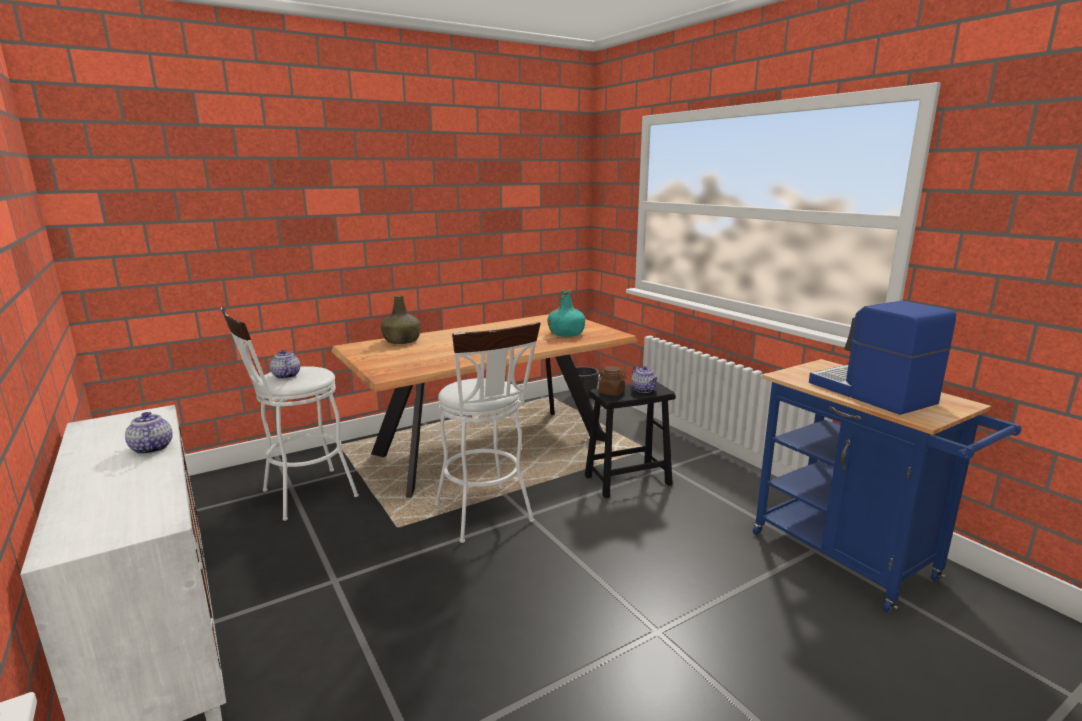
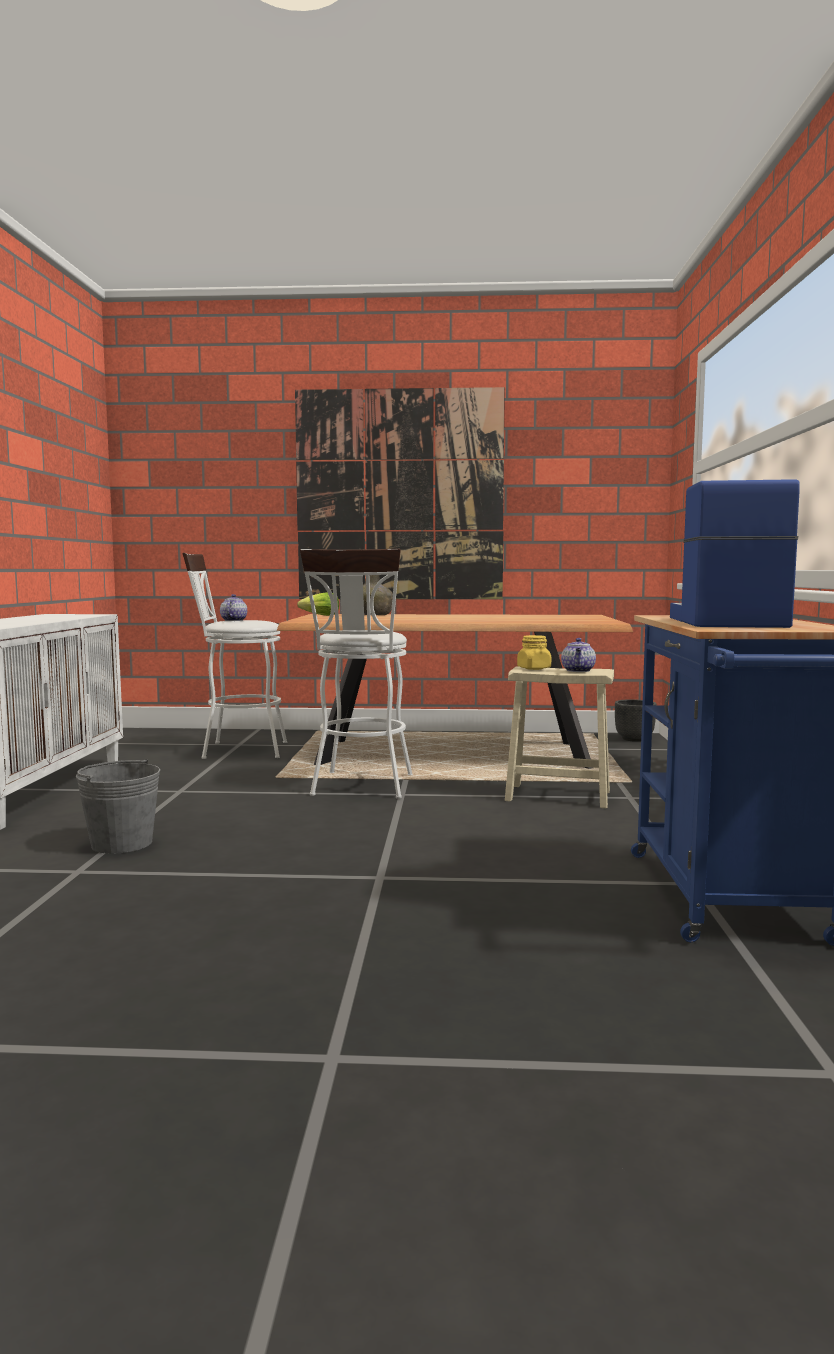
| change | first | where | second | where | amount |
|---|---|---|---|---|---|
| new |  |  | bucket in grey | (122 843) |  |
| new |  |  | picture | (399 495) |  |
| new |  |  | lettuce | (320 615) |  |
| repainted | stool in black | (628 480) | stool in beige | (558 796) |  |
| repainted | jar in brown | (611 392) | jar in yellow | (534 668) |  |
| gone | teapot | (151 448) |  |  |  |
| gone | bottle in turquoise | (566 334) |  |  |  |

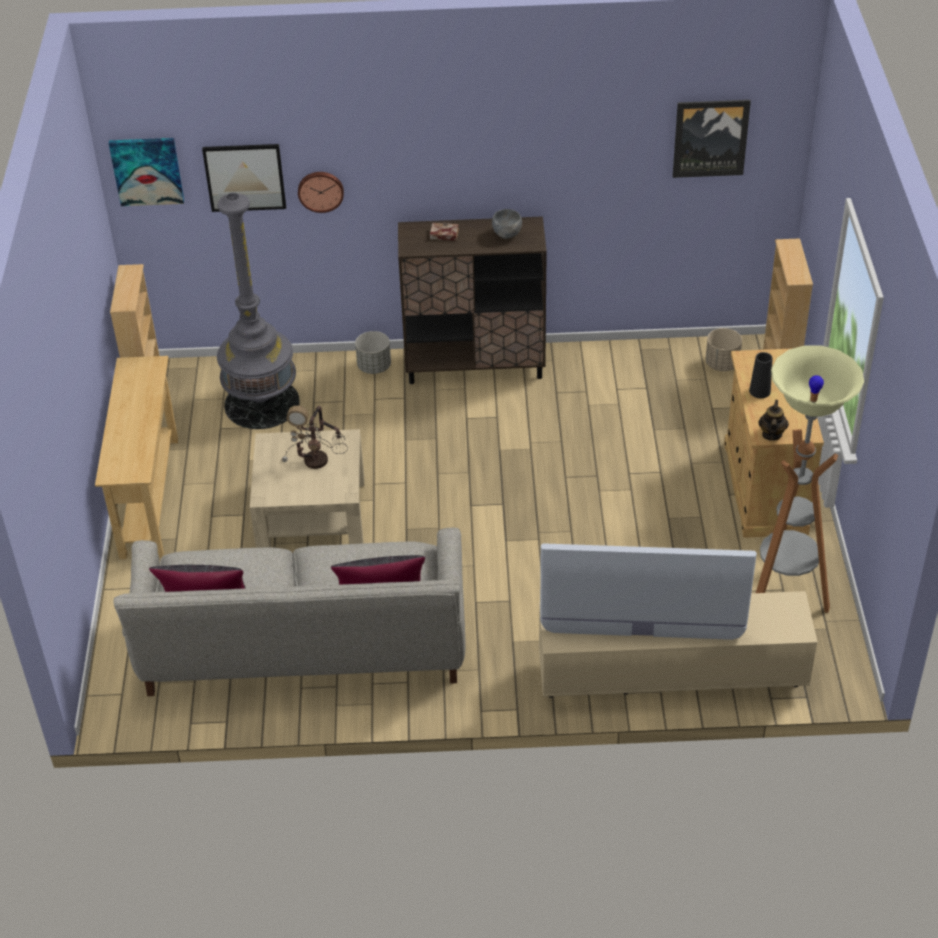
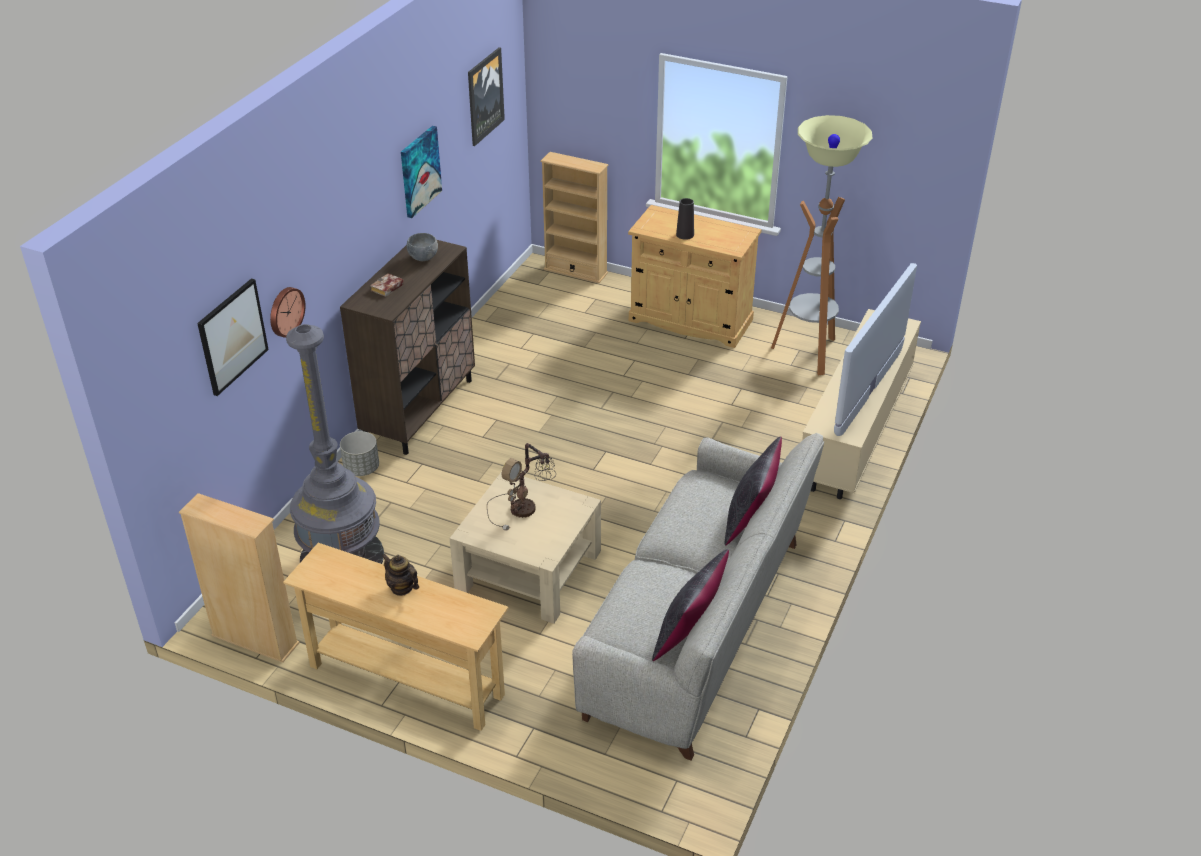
| change | first | where | second | where | amount |
|---|---|---|---|---|---|
| shifted | teapot | (771 434) |  | (402 588) |  |
| shifted | picture | (147 171) |  | (419 171) |  |
| gone | planter in beige | (721 364) |  |  |  |

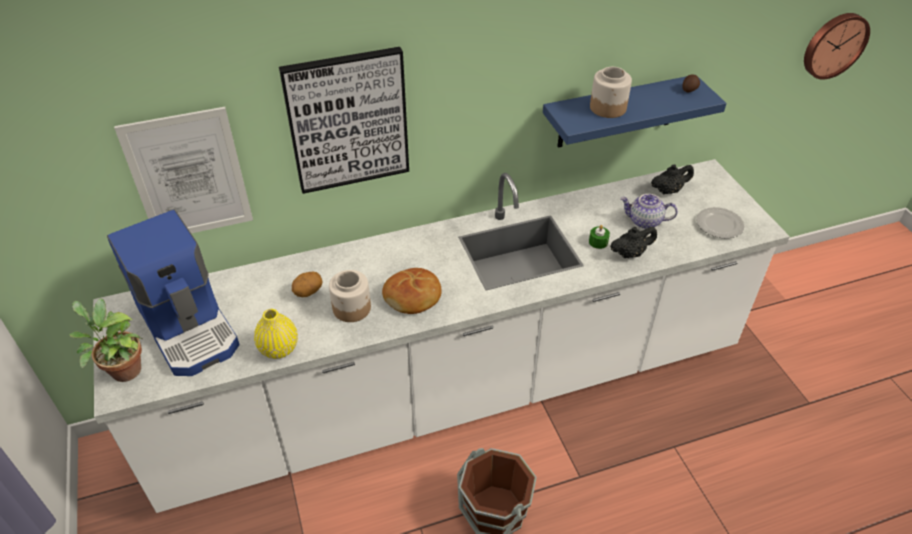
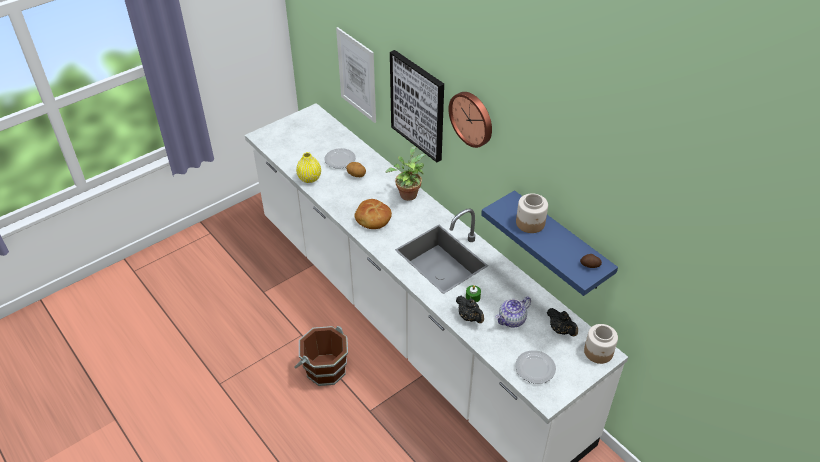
| change | first | where | second | where | amount |
|---|---|---|---|---|---|
| new |  |  | plate | (339 160) |  |
| shifted | potted plant | (122 370) |  | (408 193) |  |
| shifted | wall clock | (833 44) |  | (472 118) |  |
| rotated | teapot | (644 221) |  | (512 320) | 120 degrees counterclockwise |
| shifted | jar | (352 308) |  | (598 352) |  |
| gone | coffee machine | (190 327) |  |  |  |

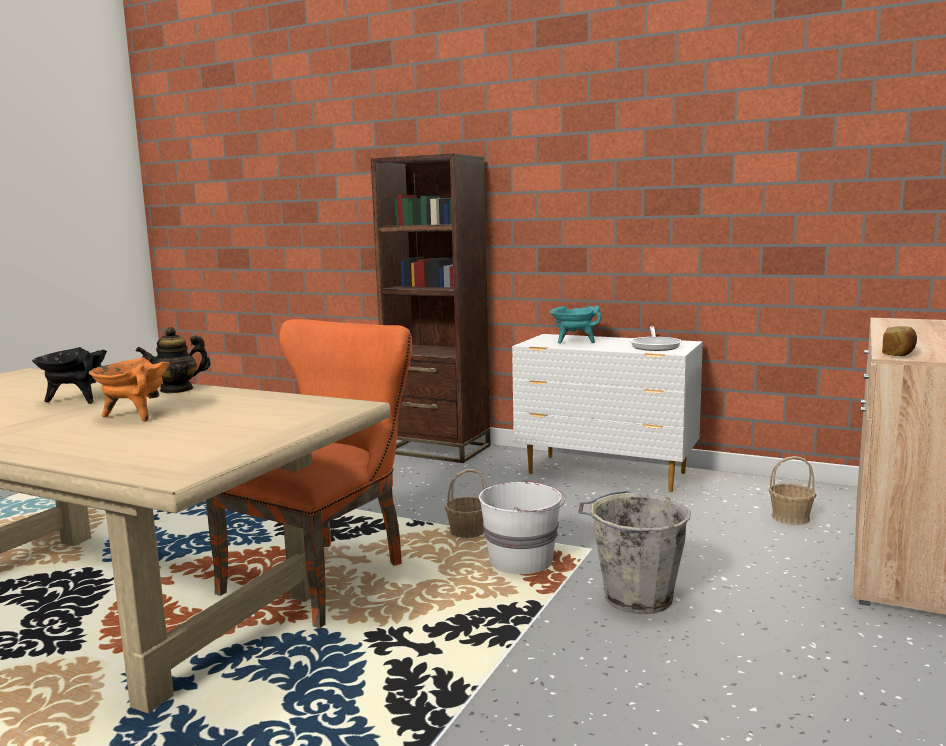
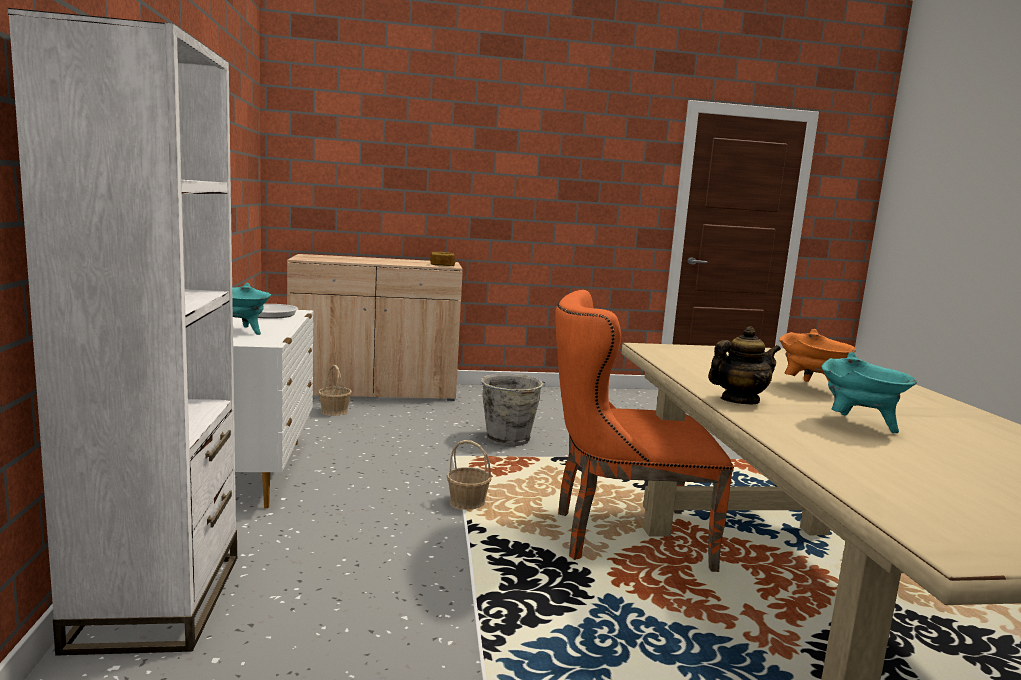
| change | first | where | second | where | amount |
|---|---|---|---|---|---|
| repainted | bookcase in brown | (437 449) | bookcase in white | (158 600) |  |
| rotated | teapot | (177 389) |  | (739 401) | 45 degrees counterclockwise |
| repainted | cooking pot in black | (76 400) | cooking pot in turquoise | (858 425) |  |
| gone | bucket in white | (522 561) |  |  |  |

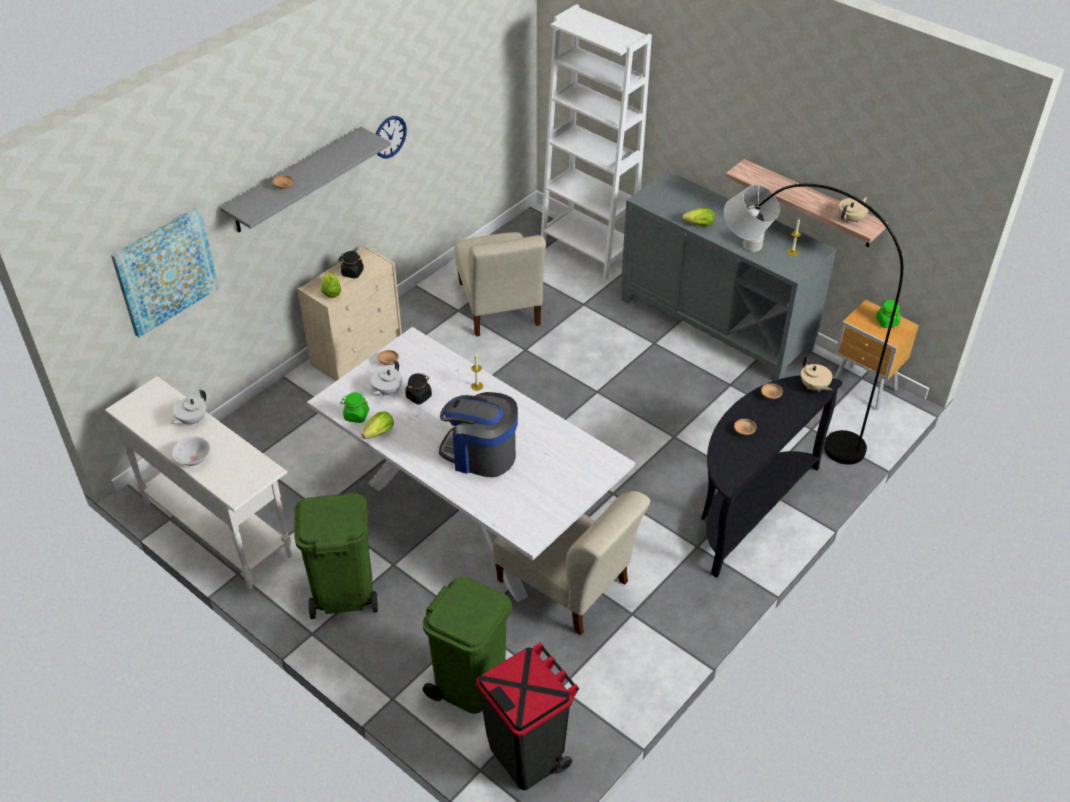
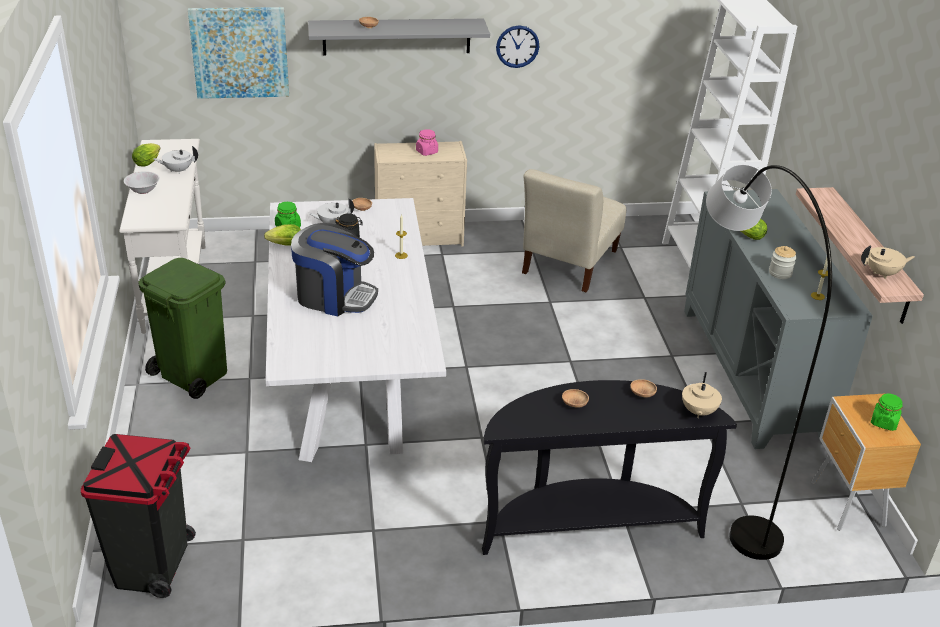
| change | first | where | second | where | amount |
|---|---|---|---|---|---|
| shifted | lettuce | (331 291) |  | (148 162) |  |
| rotated | coffee machine | (480 454) |  | (334 296) | 135 degrees clockwise |
| repainted | jar in black | (352 272) | jar in pink | (426 152) |  |
| gone | trash can in green | (470 682) |  |  |  |
| gone | chair in beige | (566 585) |  |  |  |

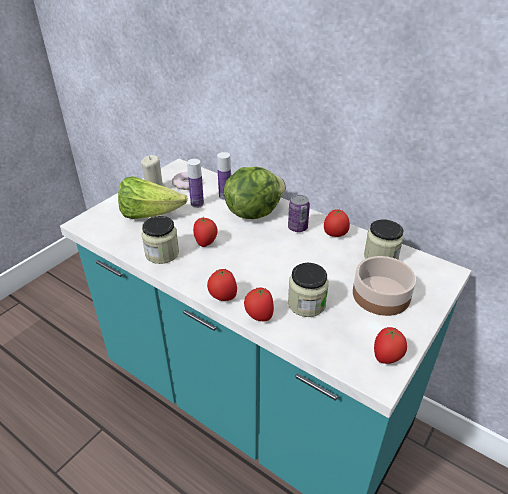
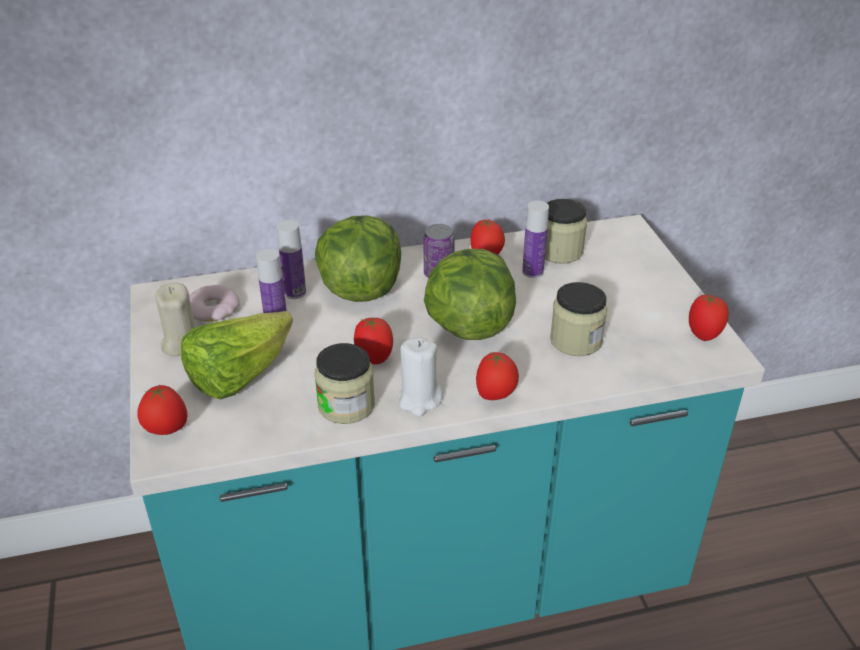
| change | first | where | second | where | amount |
|---|---|---|---|---|---|
| shifted | tomato | (259 316) |  | (166 430) |  |
| new |  |  | candle in white | (419 400) |  |
| new |  |  | lettuce | (468 325) |  |
| new |  |  | bottle | (532 272) |  |
| gone | bowl | (380 294) |  |  |  |

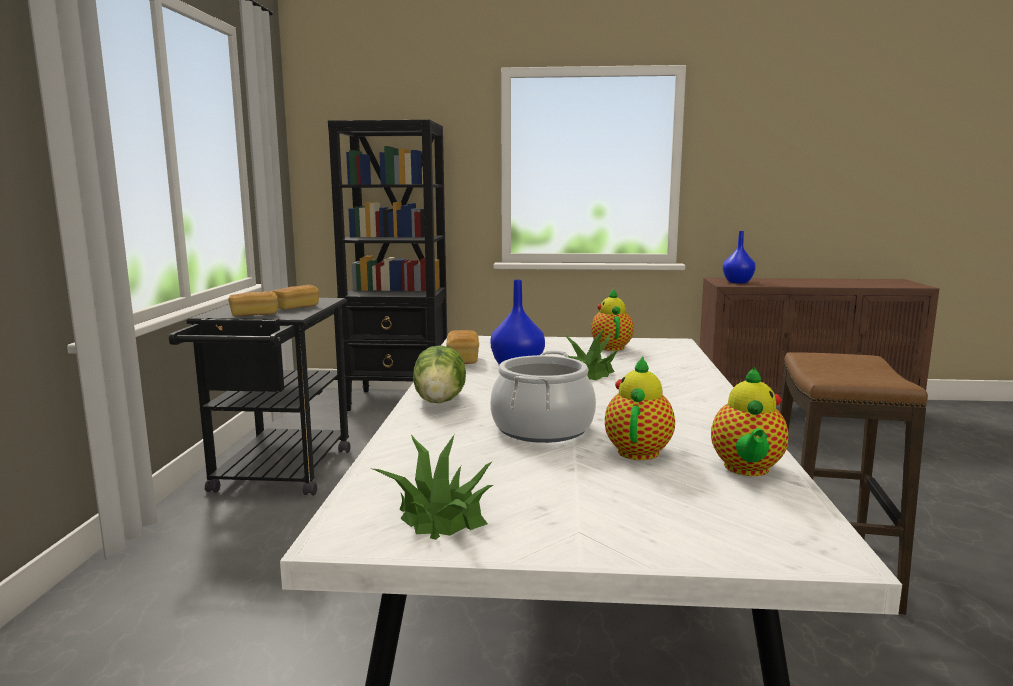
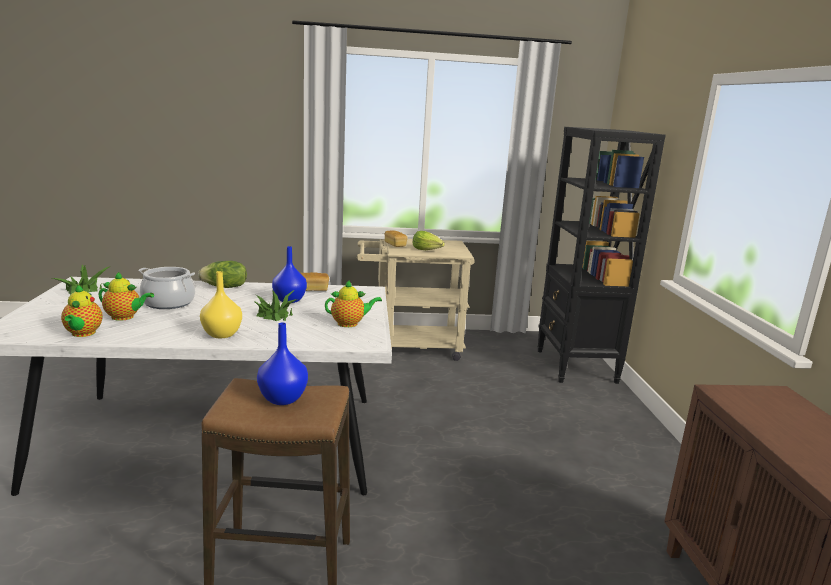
| change | first | where | second | where | amount |
|---|---|---|---|---|---|
| rotated | teapot | (747 469) |  | (83 334) | 105 degrees counterclockwise |
| new |  |  | vase in yellow | (221 334) |  |
| shifted | vase in blue | (737 282) |  | (282 398) |  |
| repainted | cart in black | (278 476) | cart in beige | (410 346) |  |
| swapped | bread | (296 307) | lettuce | (427 250) |  |

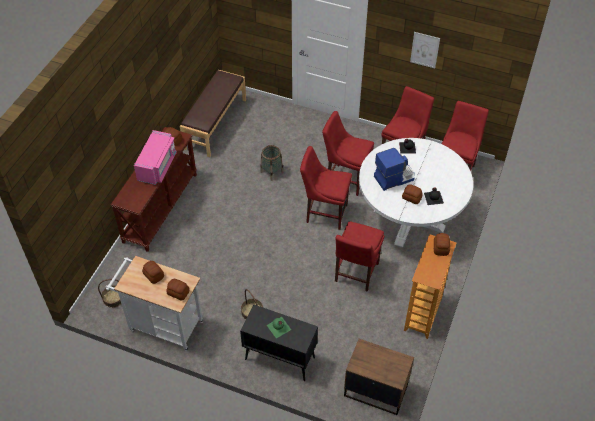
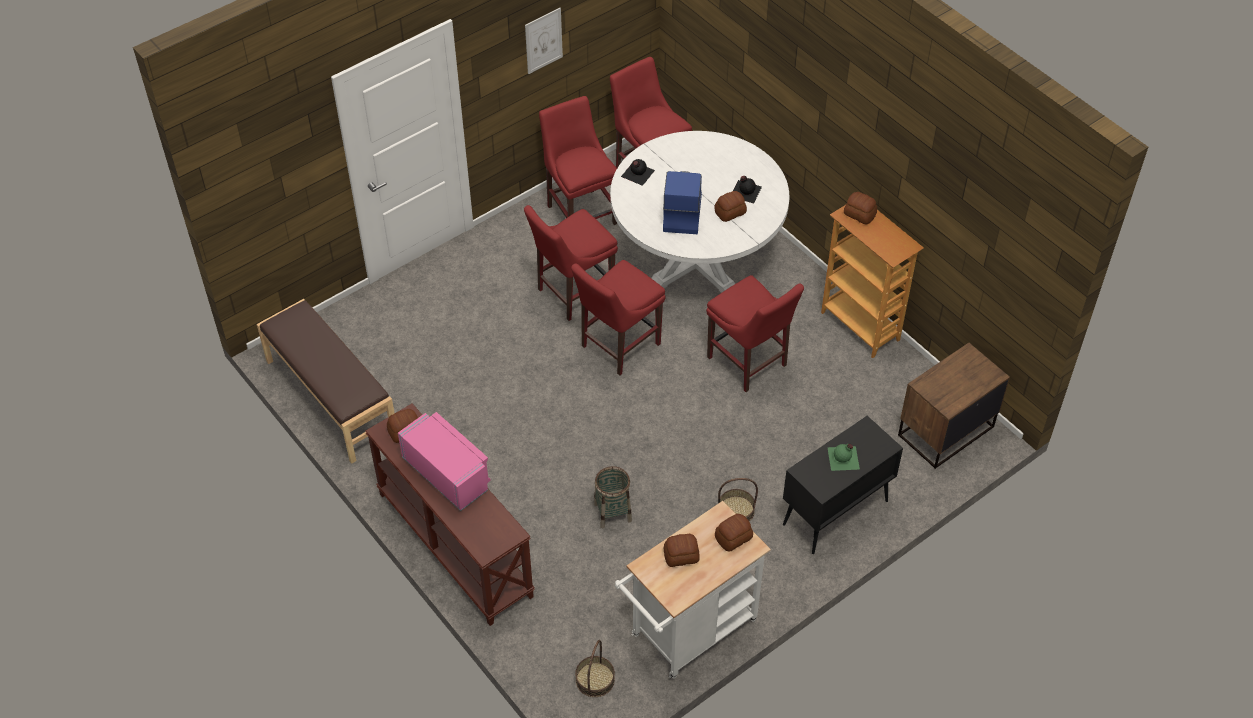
| change | first | where | second | where | amount |
|---|---|---|---|---|---|
| shifted | basket | (271 172) |  | (612 512) |  |

